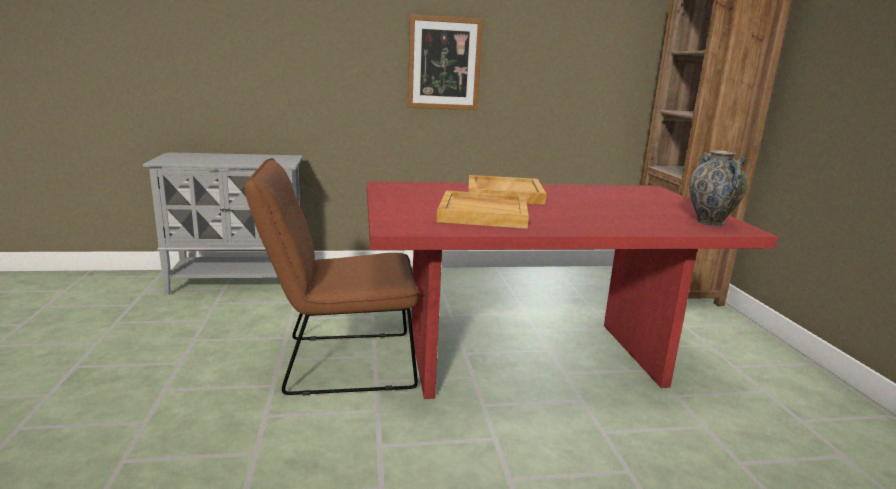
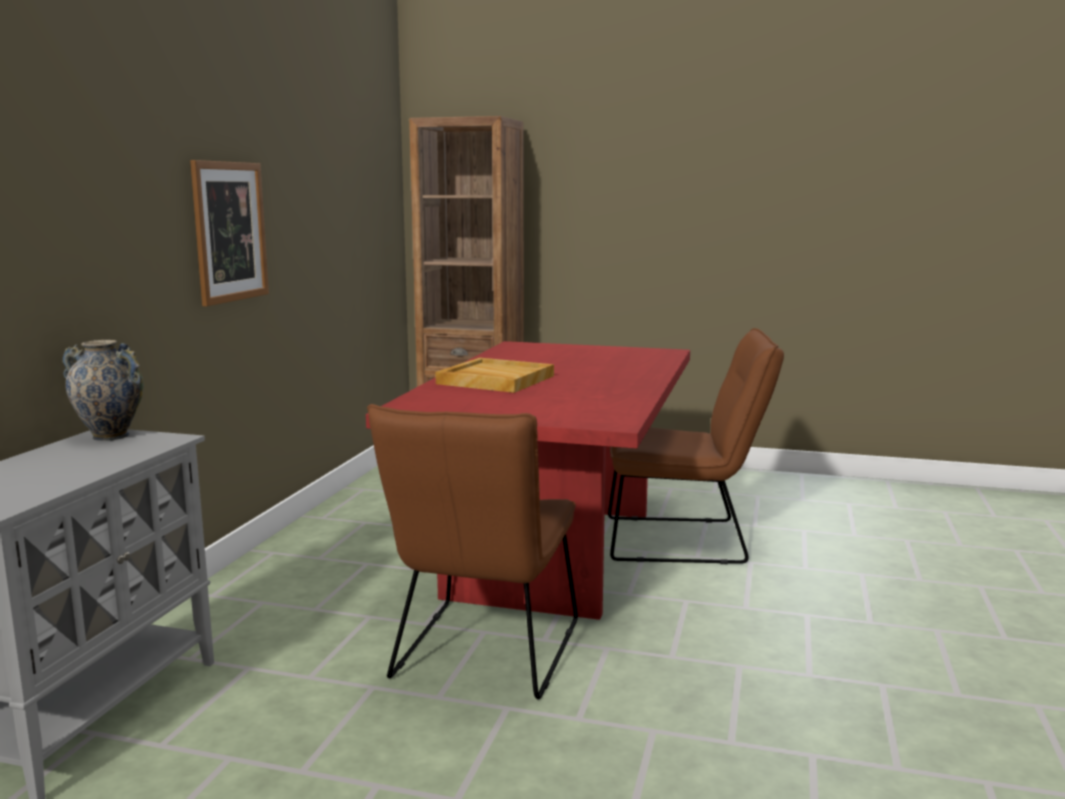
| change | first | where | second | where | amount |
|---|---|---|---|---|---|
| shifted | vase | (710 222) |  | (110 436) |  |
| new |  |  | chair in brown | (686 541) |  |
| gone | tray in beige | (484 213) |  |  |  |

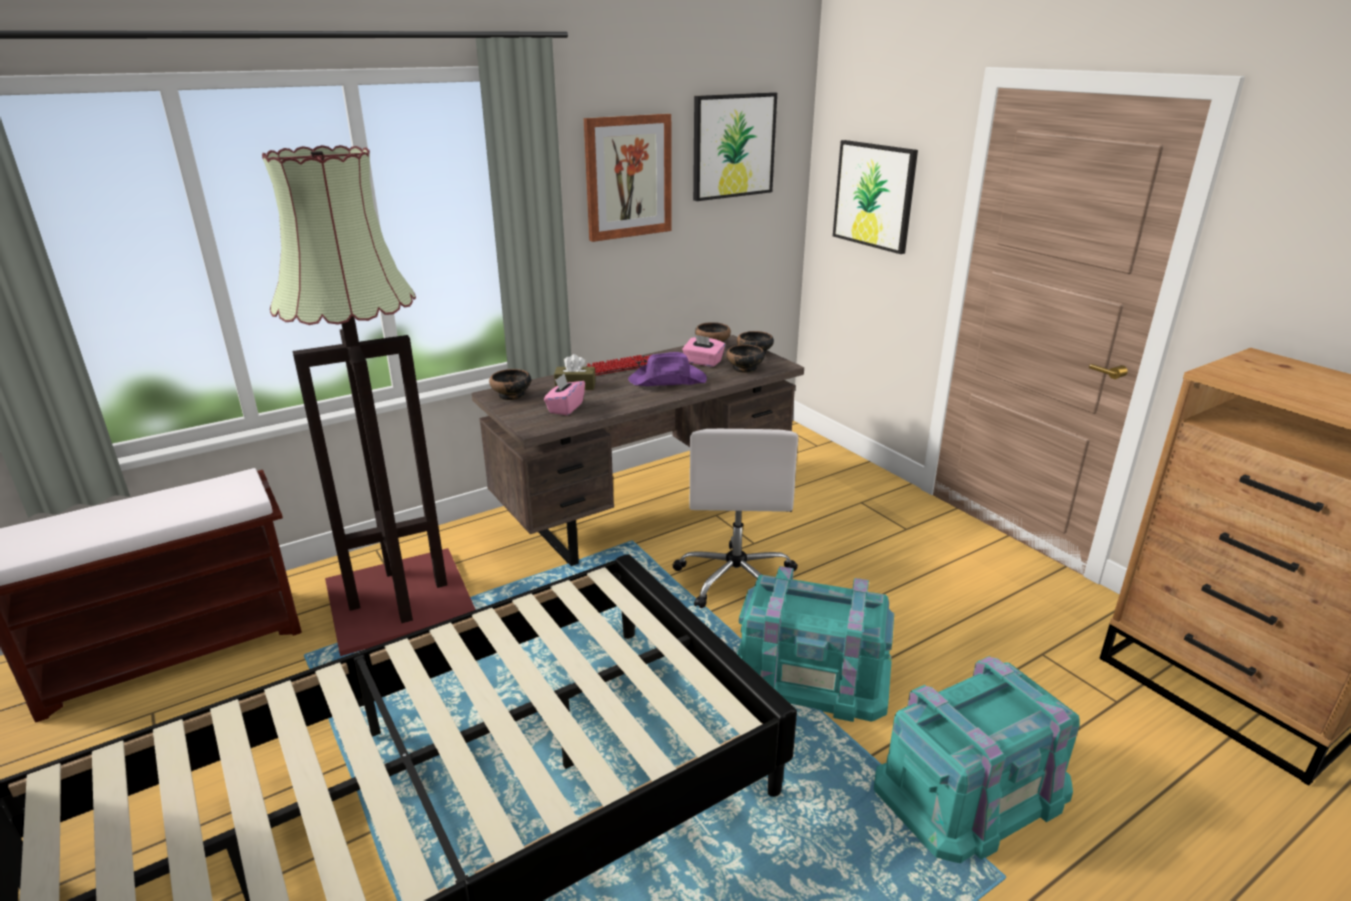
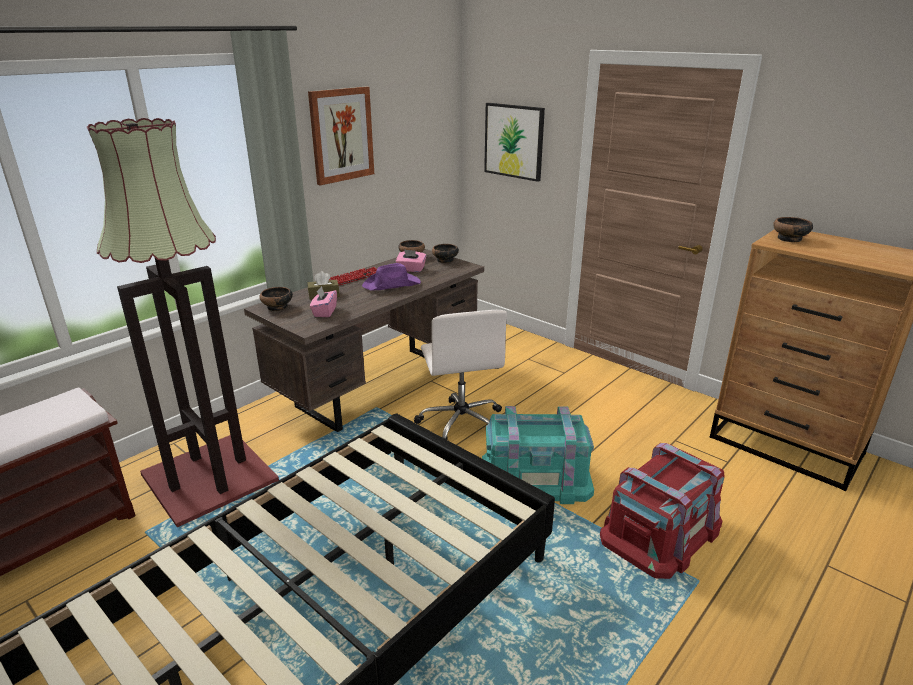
| change | first | where | second | where | amount |
|---|---|---|---|---|---|
| repainted | storage box in turquoise | (971 788) | storage box in red | (661 531) |  |
| shifted | bowl | (744 369) |  | (789 239) |  |
| gone | picture | (733 146) |  |  |  |

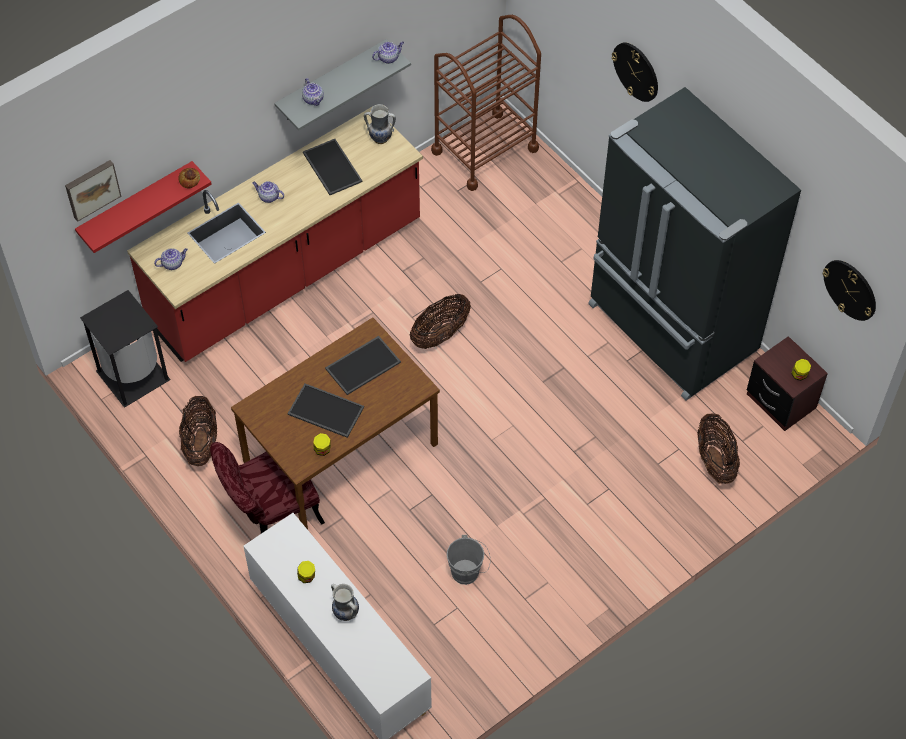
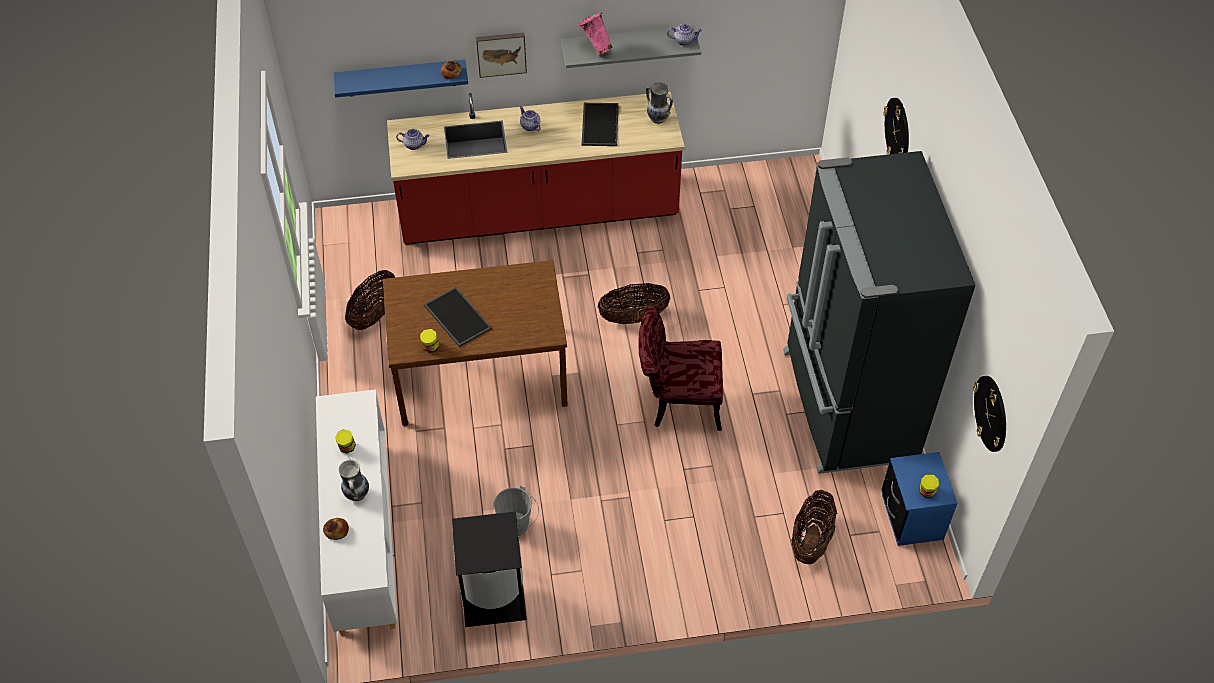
| change | first | where | second | where | amount |
|---|---|---|---|---|---|
| new |  |  | bread | (336 531) |  |
| repainted | shelf in red | (136 204) | shelf in blue | (401 78) |  |
| shifted | trash can in black | (131 375) |  | (492 595) |  |
| shifted | picture | (92 188) |  | (501 53) |  |
| swapped | teapot | (313 99) | vase in pink | (595 48) |  |
| shifted | chair in red | (270 514) |  | (677 401) |  |
| repainted | nightstand in brown | (780 401) | nightstand in blue | (911 517) |  |
| gone | tray | (363 364) |  |  |  |
| gone | cart in brown | (484 150) |  |  |  |

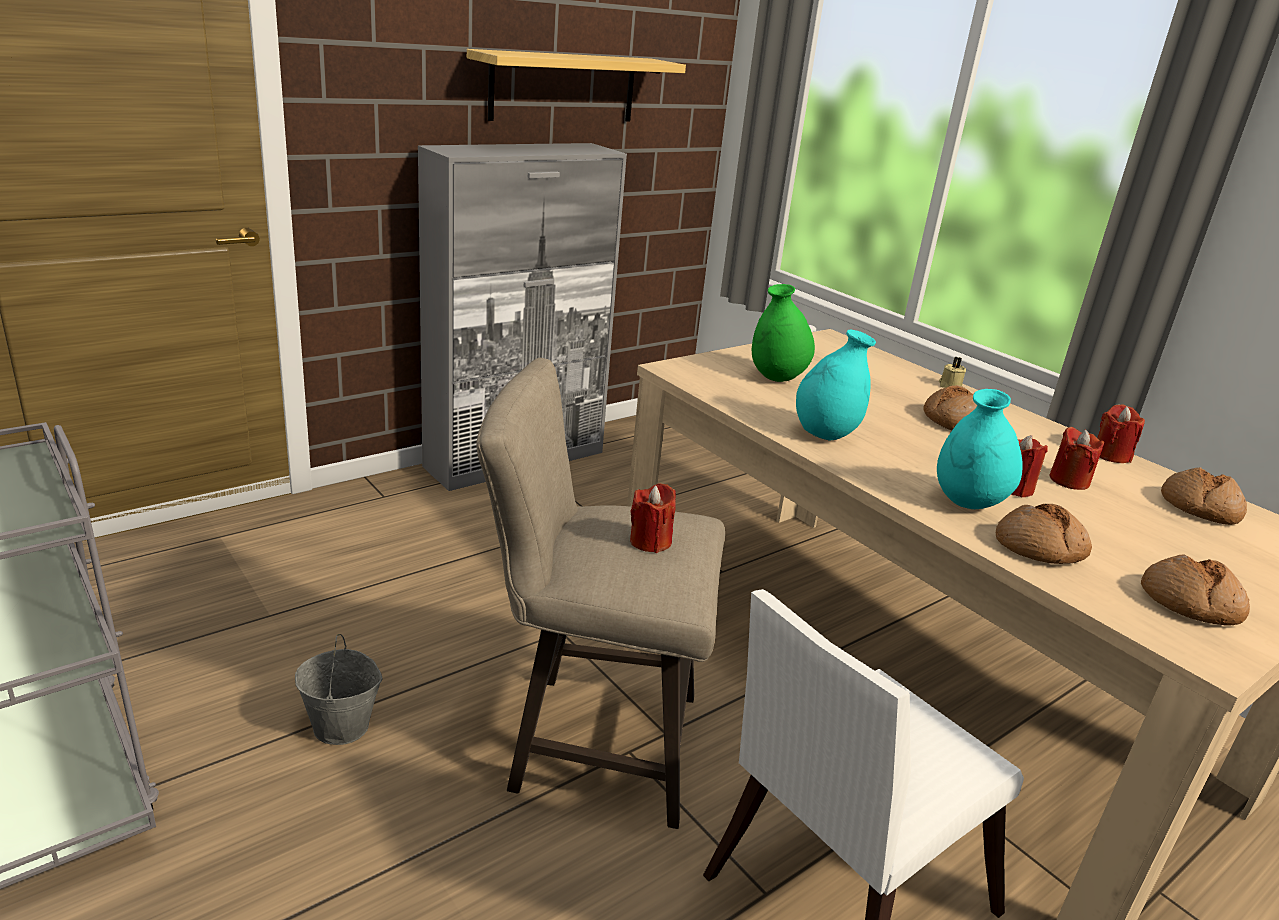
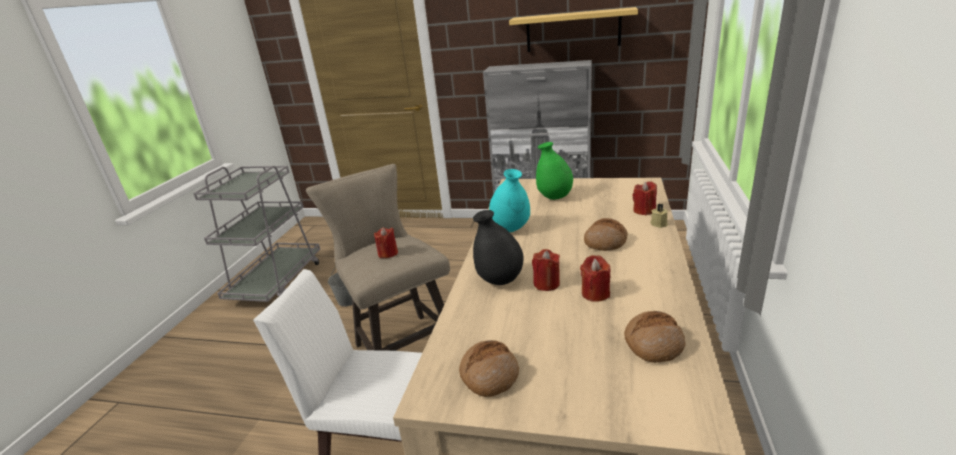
| change | first | where | second | where | amount |
|---|---|---|---|---|---|
| repainted | vase in turquoise | (967 503) | vase in black | (500 280) |  |
| shifted | candle in red | (1111 455) |  | (644 210) |  |
| gone | bread | (1039 548) |  |  |  |

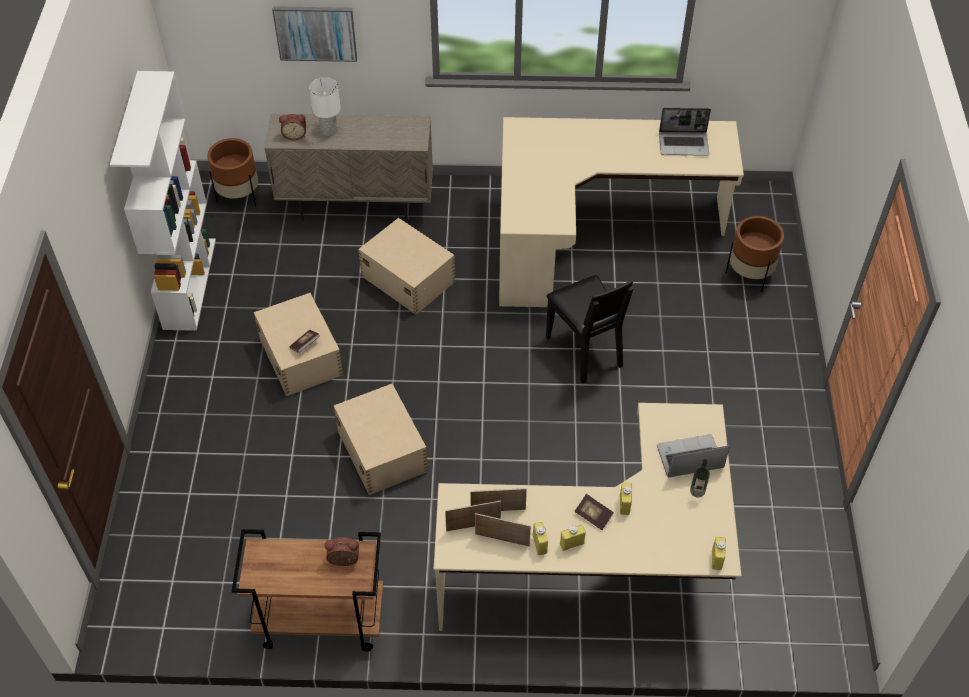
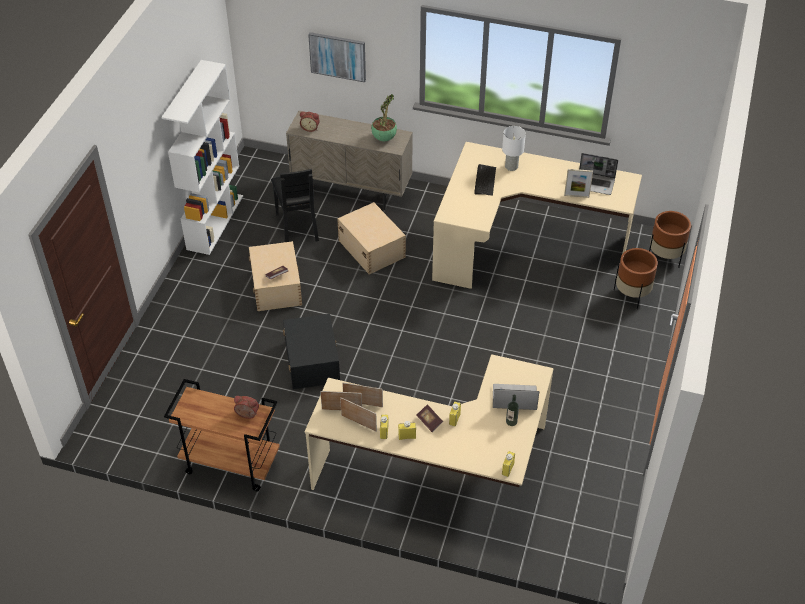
| change | first | where | second | where | amount |
|---|---|---|---|---|---|
| shifted | chair in black | (584 350) |  | (298 226) |  |
| repainted | storage box in beige | (382 450) | storage box in black | (312 361) |  |
| new |  |  | potted plant | (384 138) |  |
| new |  |  | keyboard | (484 180) |  |
| shifted | table lamp in white | (328 130) |  | (511 166) |  |
| new |  |  | picture frame | (576 196) |  |
| shifted | planter in brown | (239 196) |  | (665 257) |  |

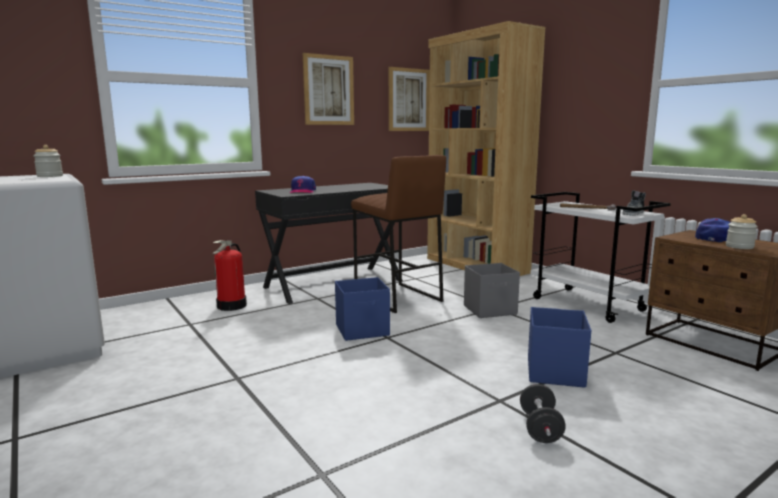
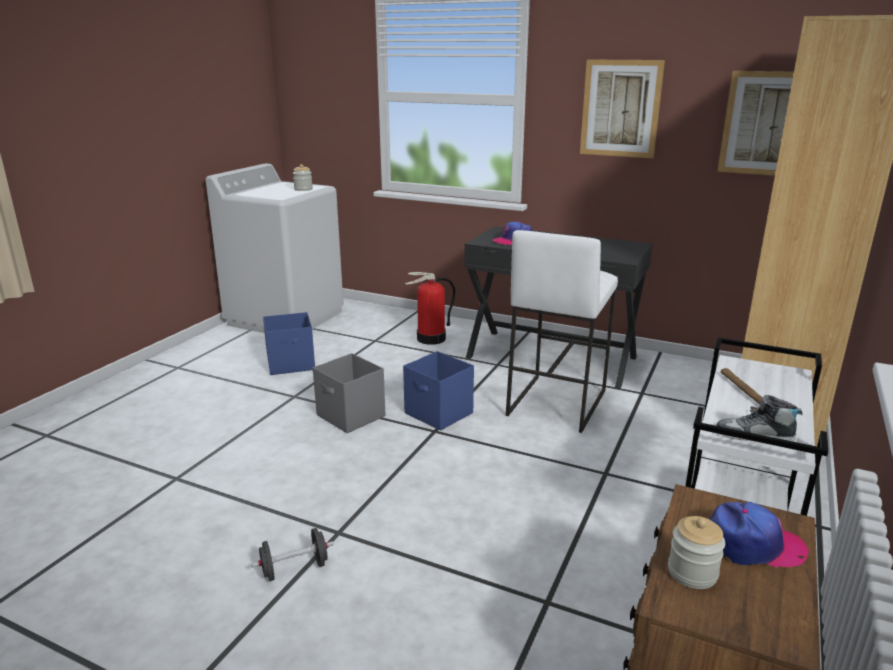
| change | first | where | second | where | amount |
|---|---|---|---|---|---|
| shifted | storage box in blue | (555 372) |  | (292 364) |  |
| shifted | storage box in grey | (490 310) |  | (351 416) |  |
| repainted | stool in brown | (397 297) | stool in white | (555 402) |  |

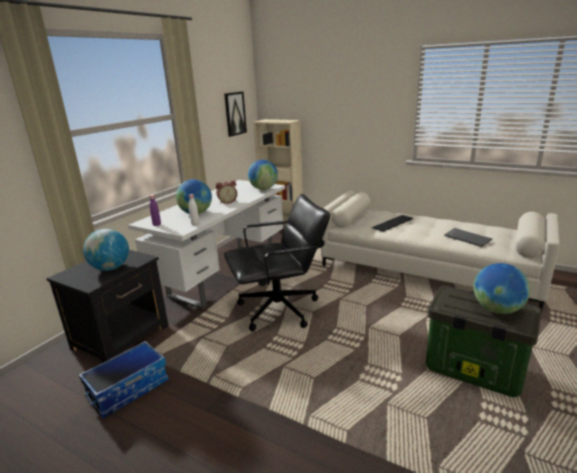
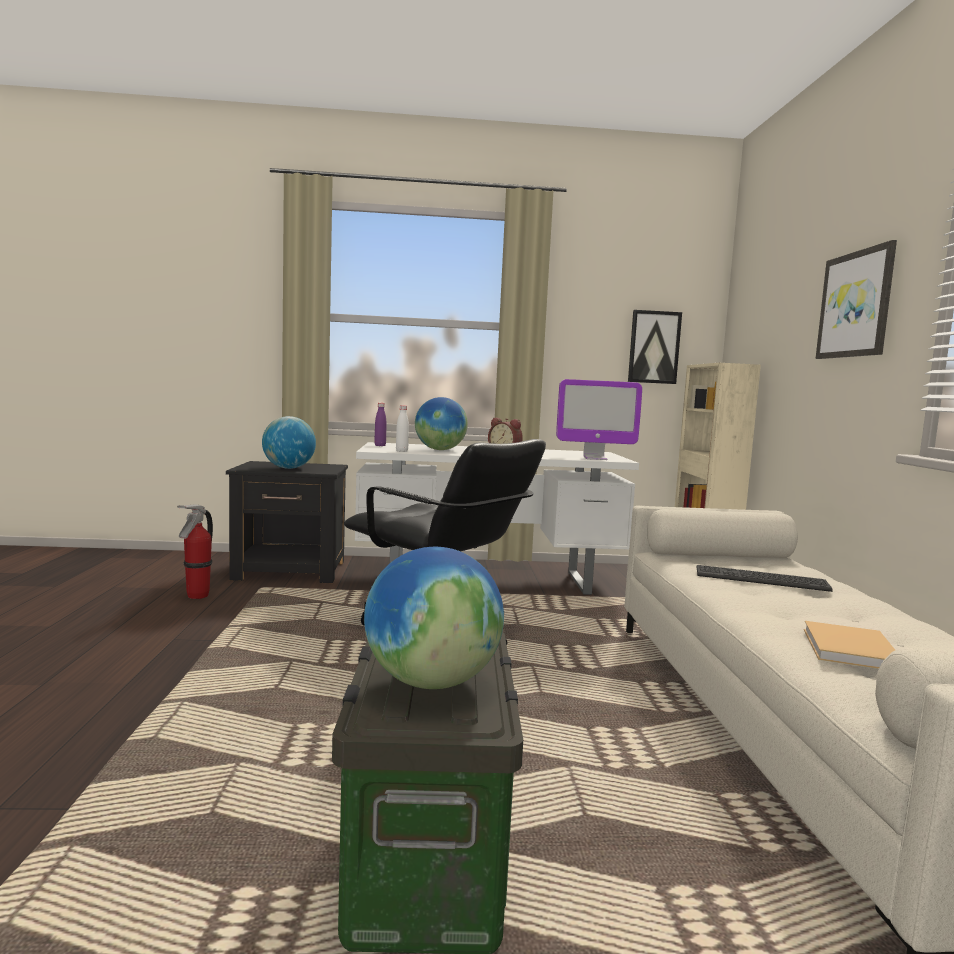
| change | first | where | second | where | amount |
|---|---|---|---|---|---|
| swapped | storage box | (128 389) | fire extinguisher | (197 596) |  |
| swapped | globe | (263 189) | monitor | (595 458) |  |
| swapped | keyboard | (468 238) | book in beige | (850 650) |  |
| new |  |  | picture | (856 304) |  |

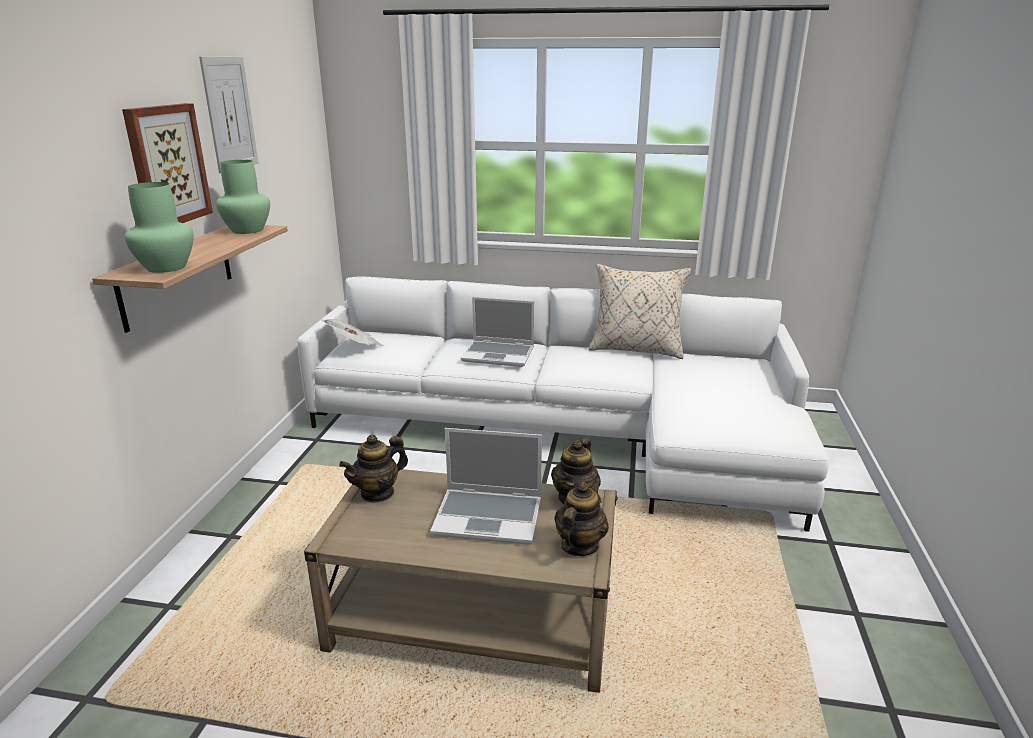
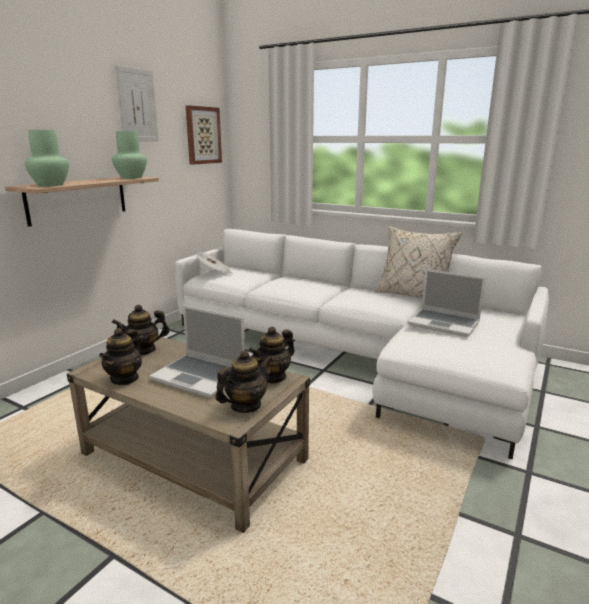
| change | first | where | second | where | amount |
|---|---|---|---|---|---|
| new |  |  | teapot | (125 378) |  |
| shifted | picture | (167 165) |  | (203 135) |  |
| shifted | laptop | (499 355) |  | (445 324) |  |

